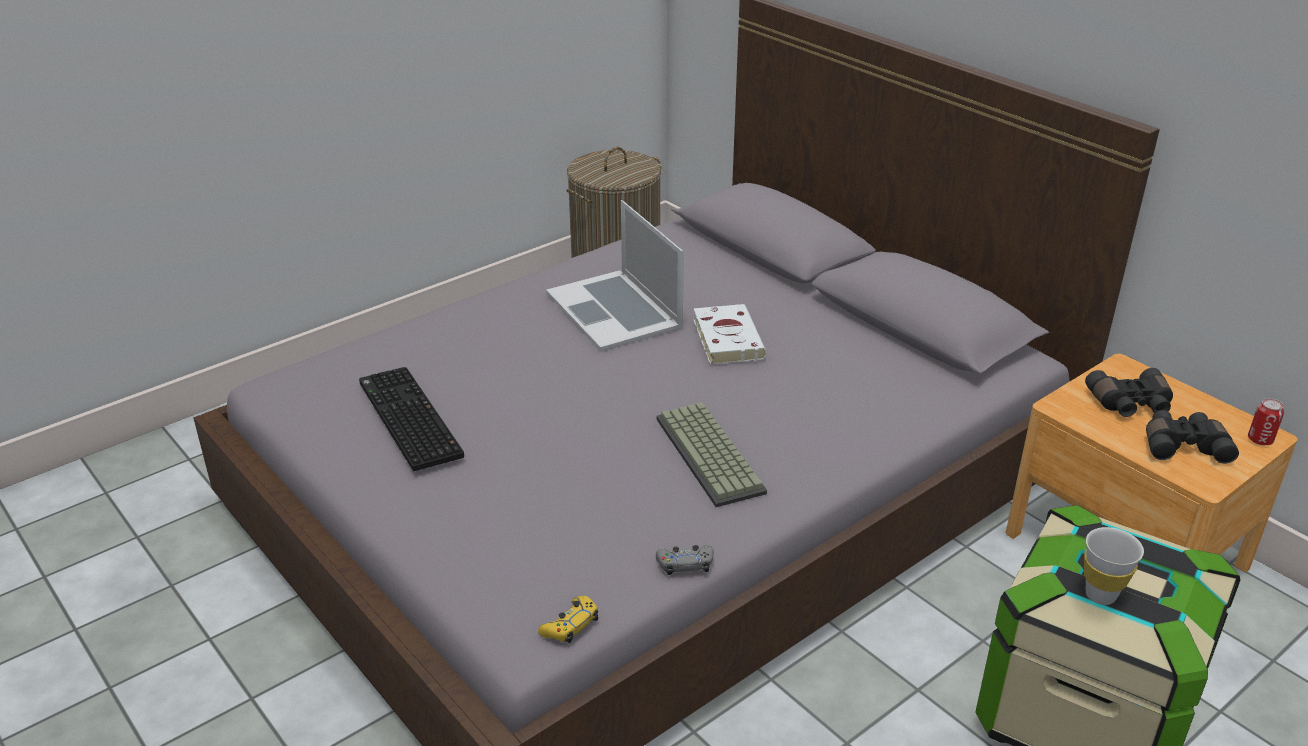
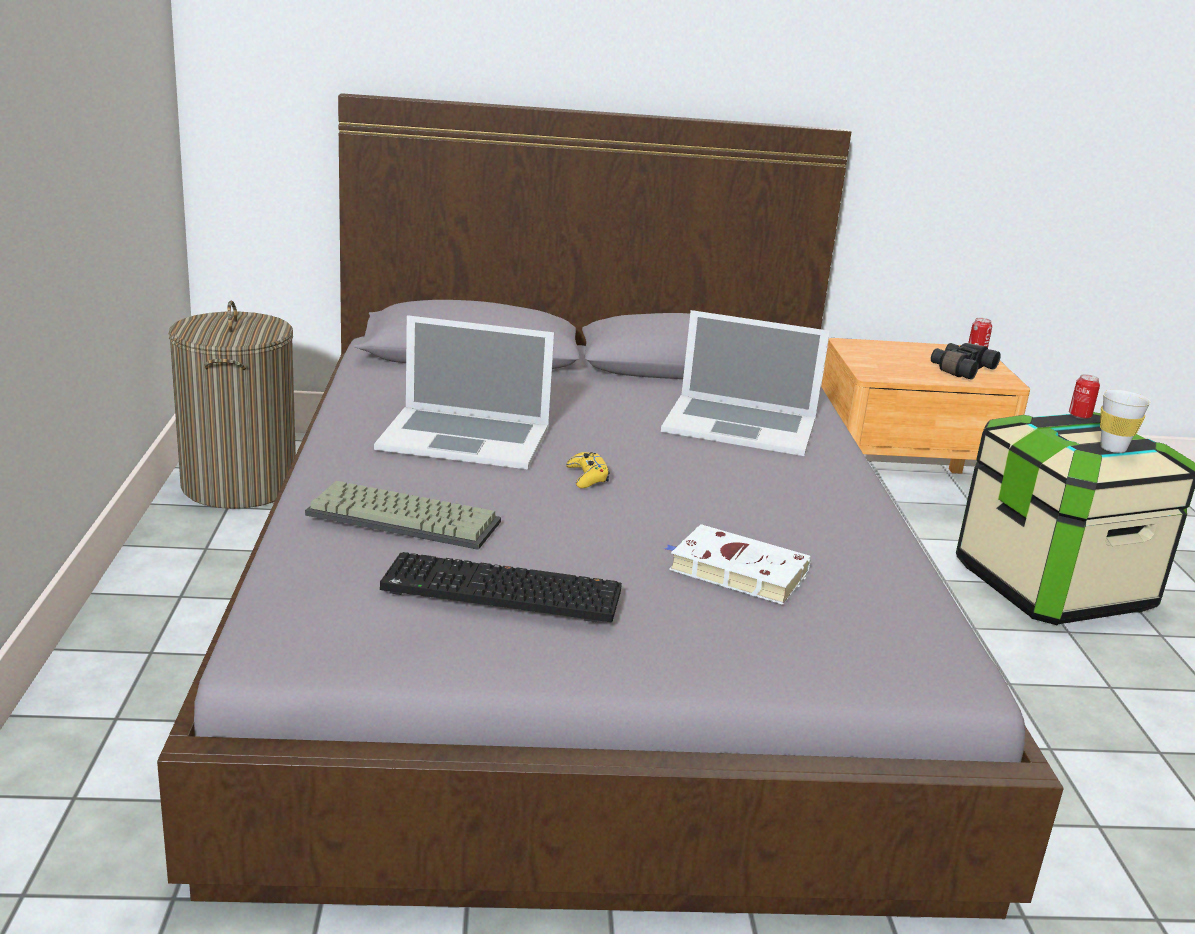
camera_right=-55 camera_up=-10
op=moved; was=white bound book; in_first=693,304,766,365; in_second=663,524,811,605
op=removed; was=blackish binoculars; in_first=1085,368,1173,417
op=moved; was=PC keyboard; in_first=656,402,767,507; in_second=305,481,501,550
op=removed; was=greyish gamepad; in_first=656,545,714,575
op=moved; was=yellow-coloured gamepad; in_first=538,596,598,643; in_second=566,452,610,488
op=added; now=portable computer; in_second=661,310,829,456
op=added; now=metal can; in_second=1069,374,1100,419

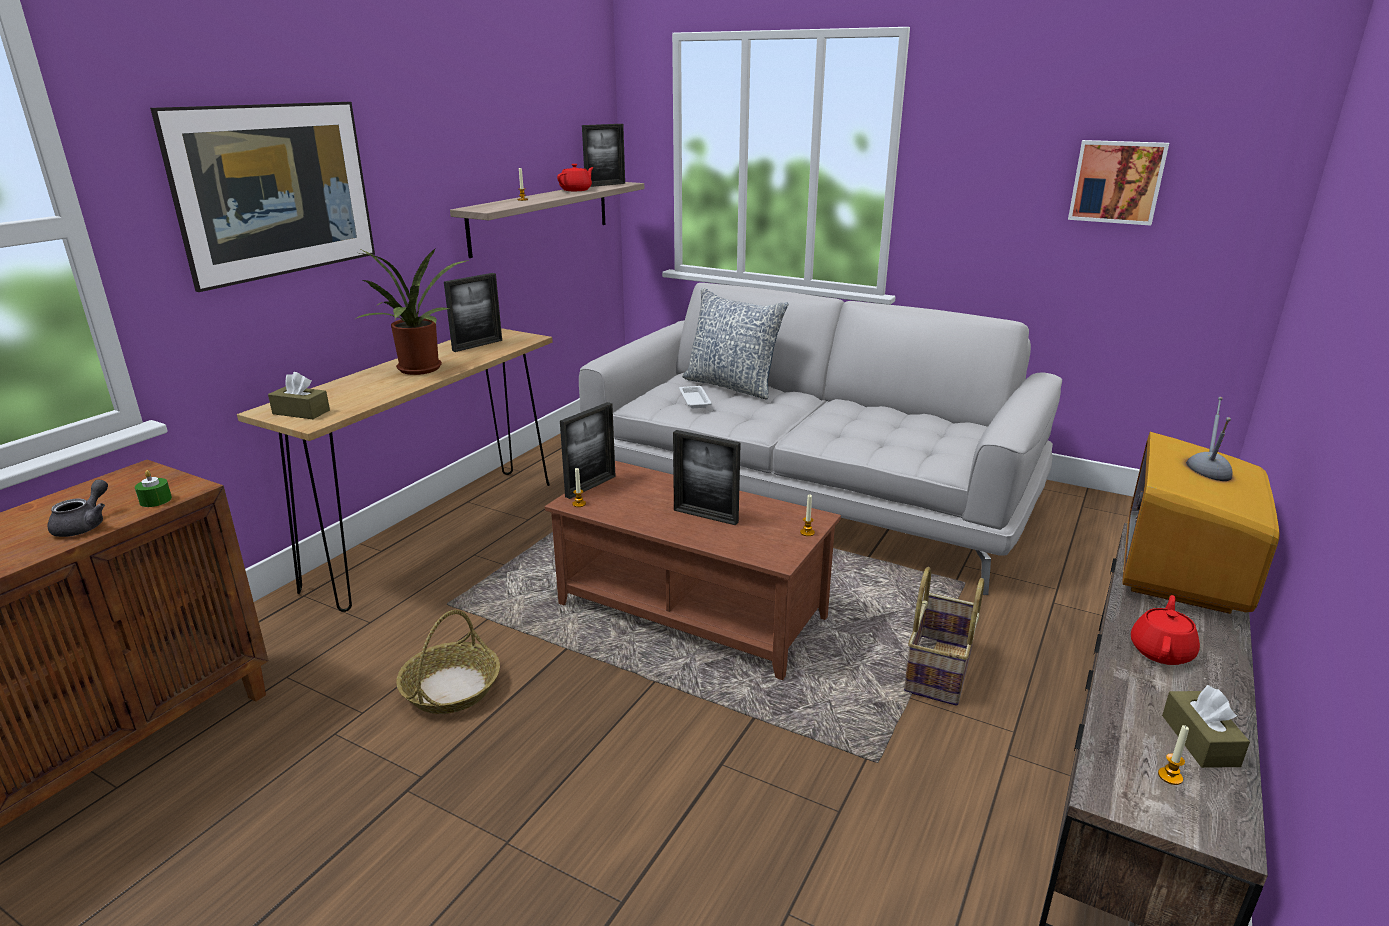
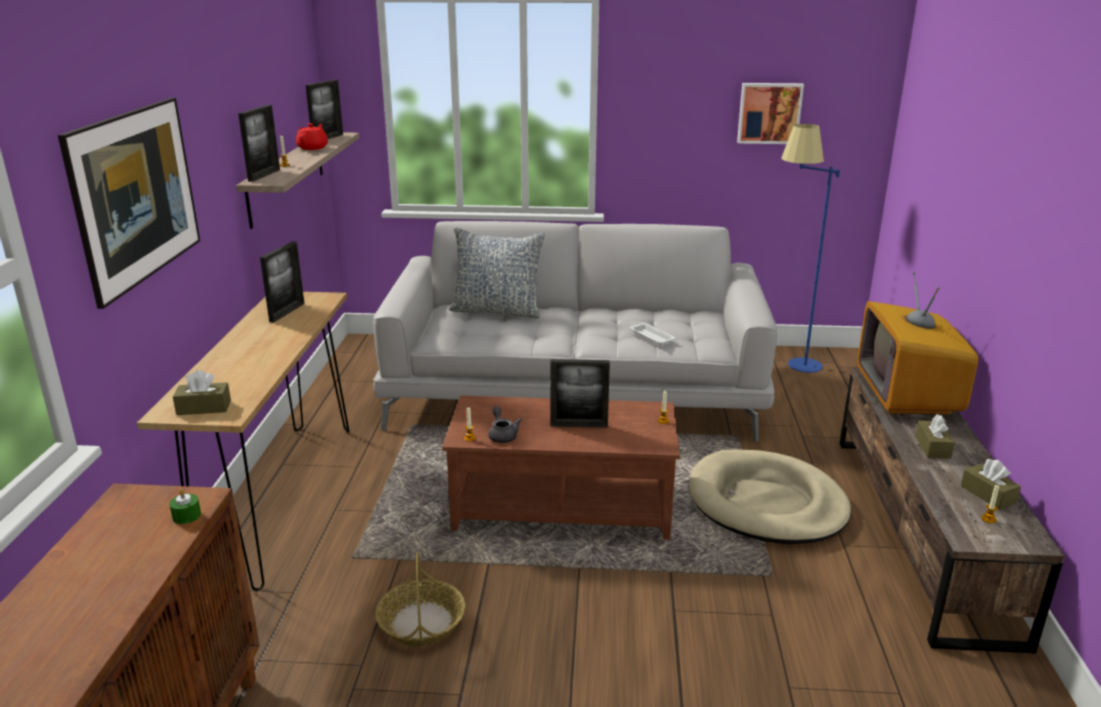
camera_right=-25 camera_up=0
op=removed; was=potted plant; in_first=355,248,469,375
op=moved; was=white tray; in_first=679,386,712,408; in_second=629,323,677,345
op=moved; was=picture frame; in_first=560,402,616,499; in_second=238,105,280,182
op=moved; was=greyish tea pot; in_first=48,480,108,537; in_second=488,406,522,443
op=replaced; was=storage basket; now=beige-coloured pet bed; in_first=904,567,984,706; in_second=689,449,851,544
op=replaced; was=red-coloured tea pot; now=brown-coloured tissue box; in_first=1131,595,1200,665; in_second=915,414,955,459
op=added; now=blue-coloured floor lamp; in_second=782,124,840,373

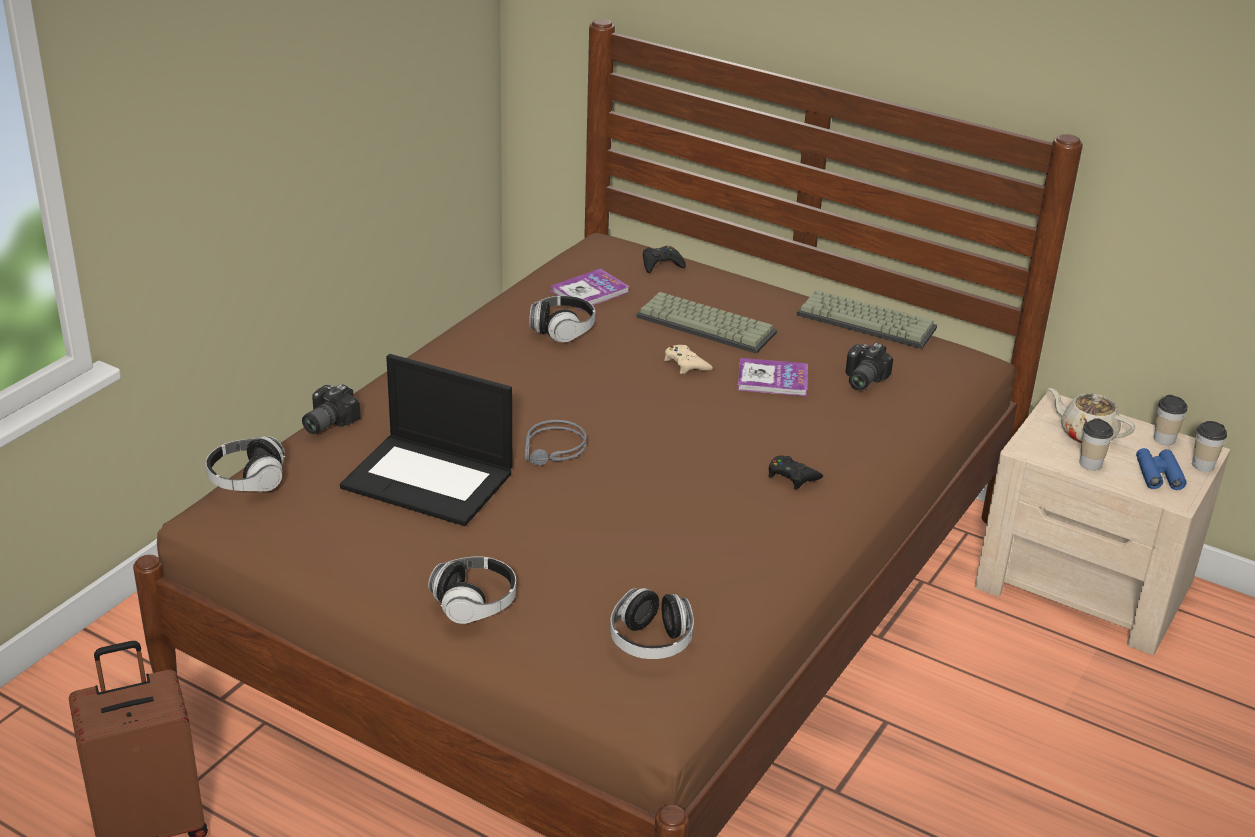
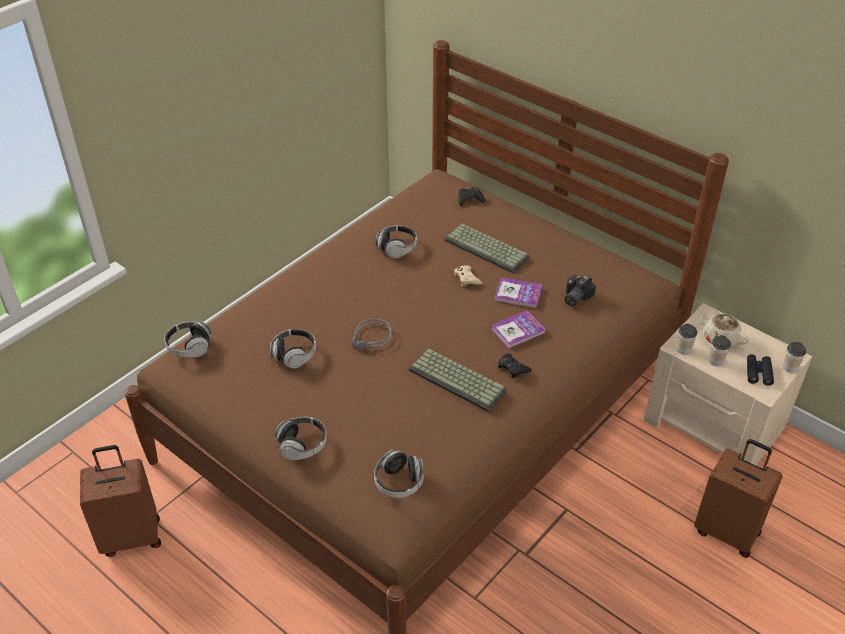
camera_right=10 camera_up=10
op=moved; was=bound book; in_first=551,268,630,310; in_second=490,310,546,349
op=moved; was=PC keyboard; in_first=797,290,937,349; in_second=409,349,507,412
op=replaced; was=portable computer; now=headphones; in_first=340,354,512,526; in_second=270,329,316,369
op=removed; was=photo camera; in_first=302,384,361,434
op=moved; was=cup; in_first=1153,395,1188,445; in_second=677,324,697,355
op=recoloured; was=blue-coloured binoculars; now=blackish binoculars; in_first=1136,448,1187,490; in_second=747,354,774,386
op=added; now=brown-coloured suitcase; in_second=694,439,783,558

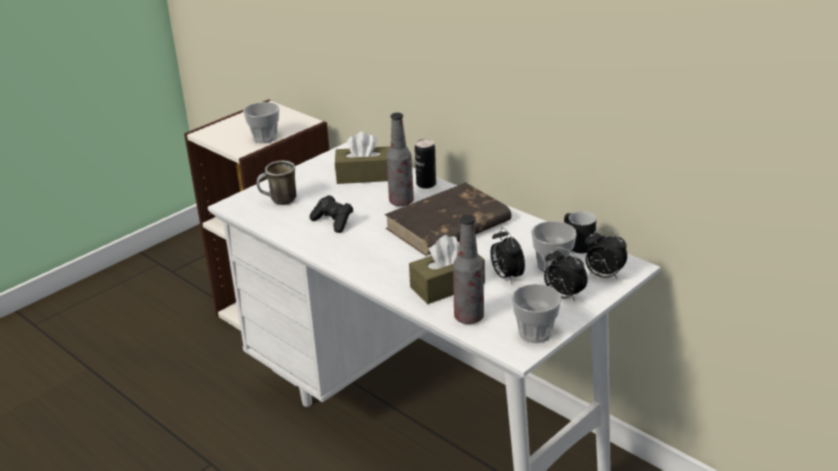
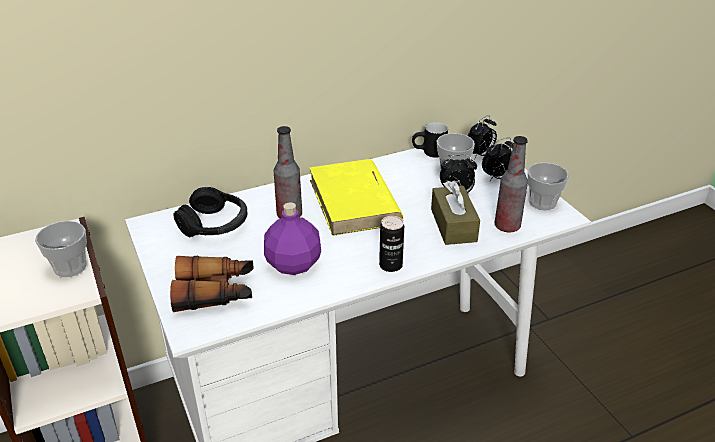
camera_right=-70 camera_up=5
op=replaced; was=brown-coloured tissue box; now=blackish headphones; in_first=335,132,390,184; in_second=173,187,248,237
op=moved; was=metal can; in_first=415,139,436,189; in_second=379,216,404,272
op=replaced; was=tea mug; now=binoculars; in_first=257,161,297,205; in_second=170,256,254,312
op=recoloured; was=brown-coloured bound book; now=yellow-coloured bound book; in_first=384,182,512,256; in_second=309,159,404,236
op=replaced; was=blackish gamepad; now=purplish bottle; in_first=310,195,353,233; in_second=264,202,321,275

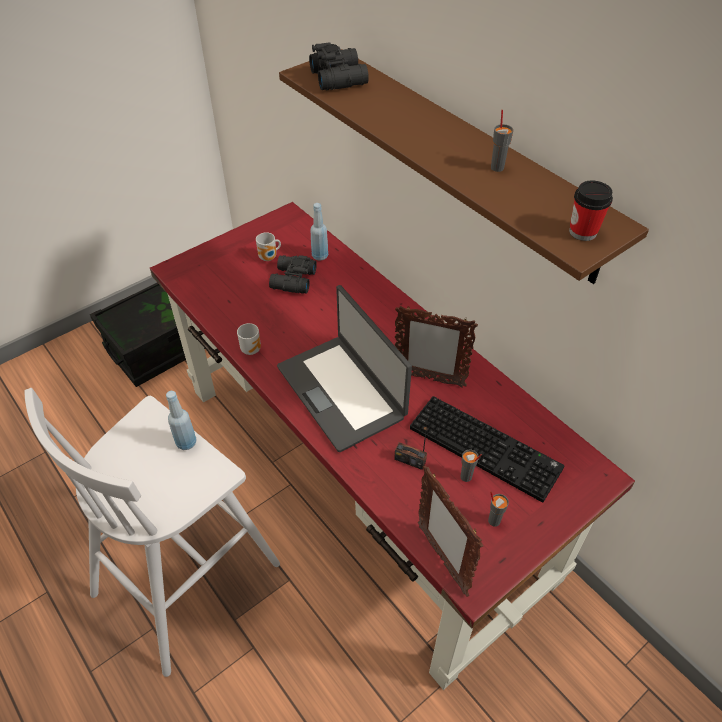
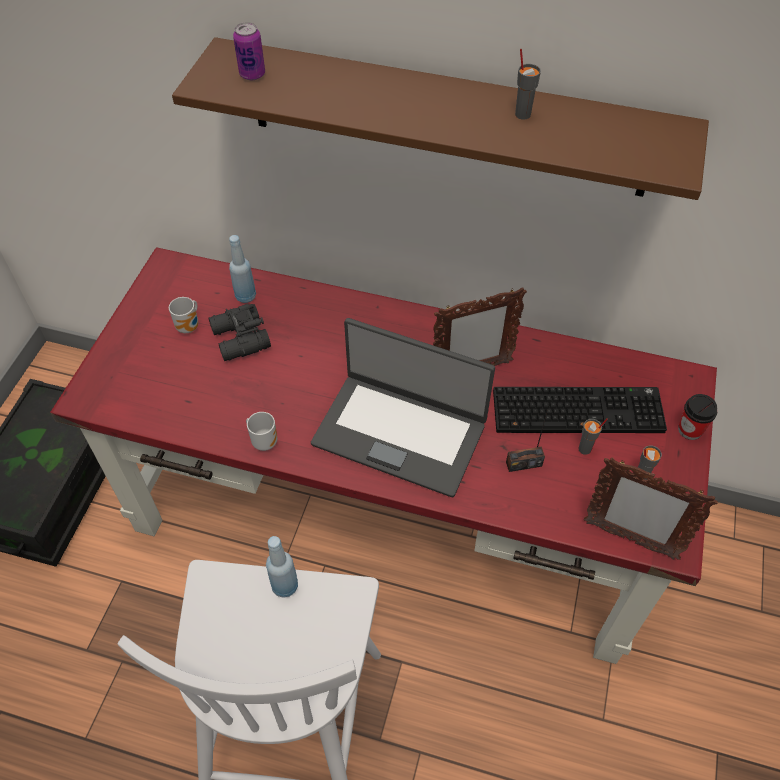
camera_right=-35 camera_up=5
op=replaced; was=blackish binoculars; now=metal can; in_first=309,42,369,90; in_second=233,22,265,80
op=moved; was=cup; in_first=569,180,613,241; in_second=678,394,717,440

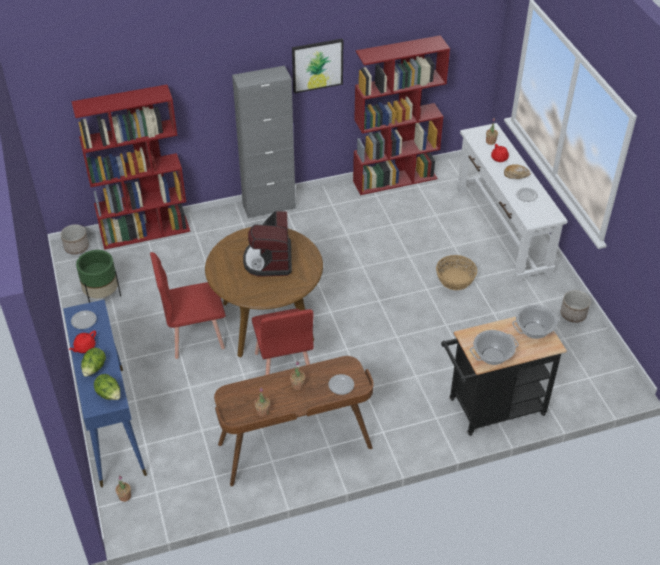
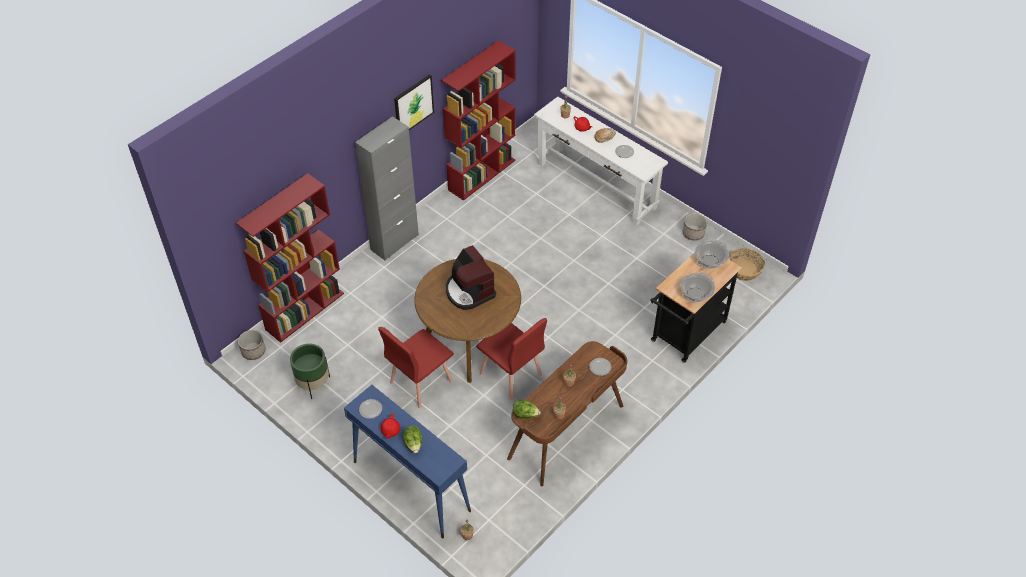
camera_right=-30 camera_up=5
op=moved; was=storage basket; in_first=436,255,477,290; in_second=728,248,765,281
op=moved; was=lettuce head; in_first=94,374,121,400; in_second=513,400,541,419

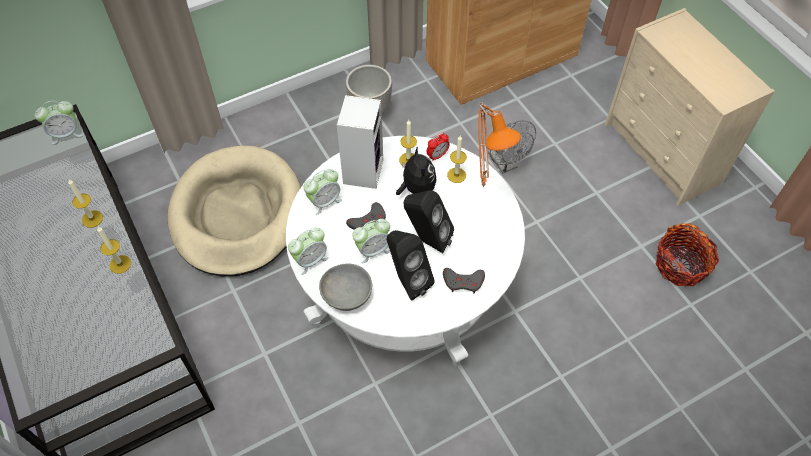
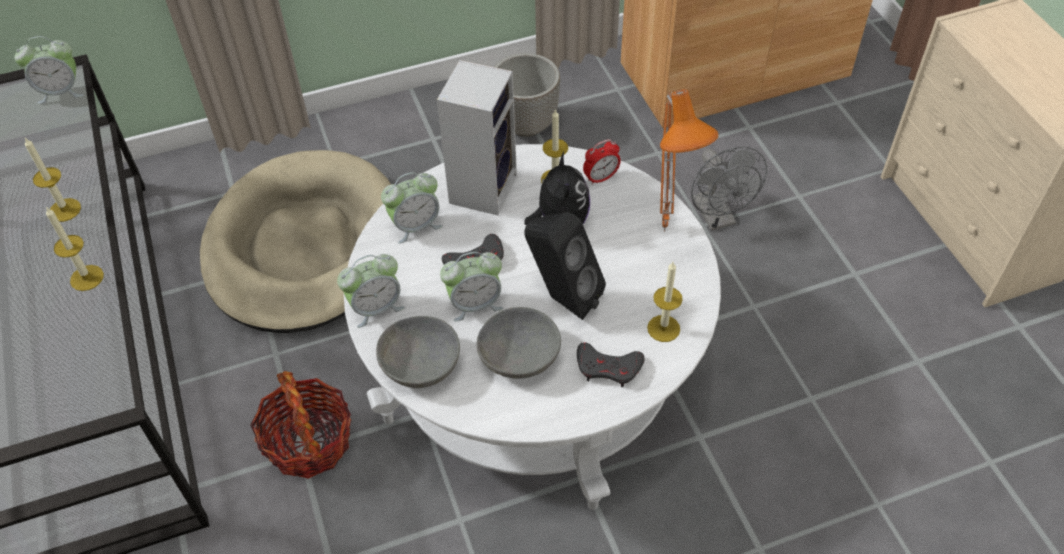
camera_right=10 camera_up=-5
op=moved; was=candle; in_first=447,136,467,183; in_second=647,262,683,342
op=moved; was=storage basket; in_first=656,223,719,286; in_second=250,371,351,479
op=replaced; was=blackish audio speaker; now=greyish bowl; in_first=387,230,435,301; in_second=477,307,561,379

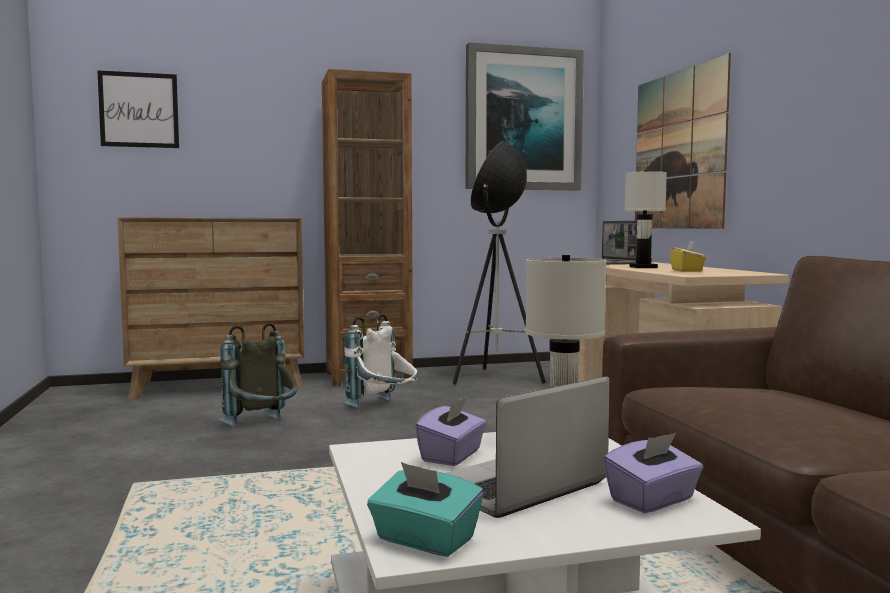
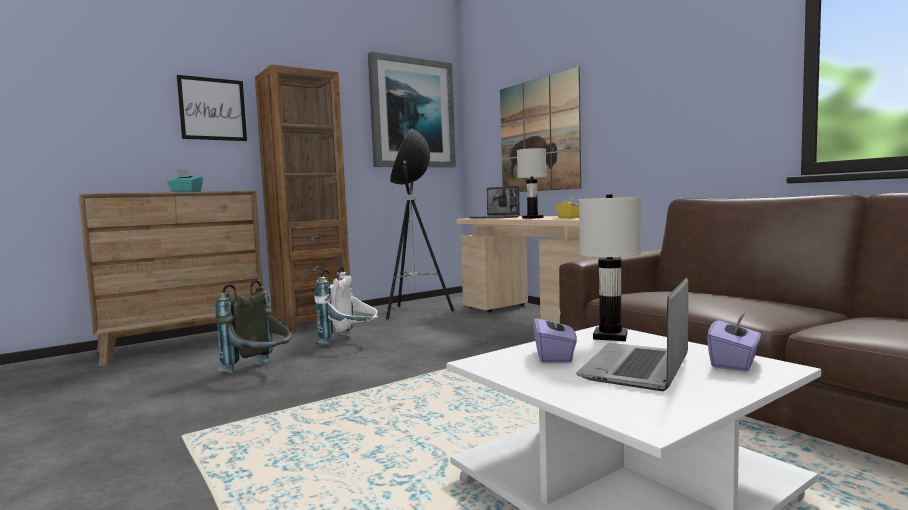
camera_right=-20 camera_up=0
op=moved; was=picture; in_first=97,70,179,148; in_second=177,75,247,141
op=moved; was=turquoise-coloured tissue box; in_first=367,462,484,557; in_second=167,169,203,192

